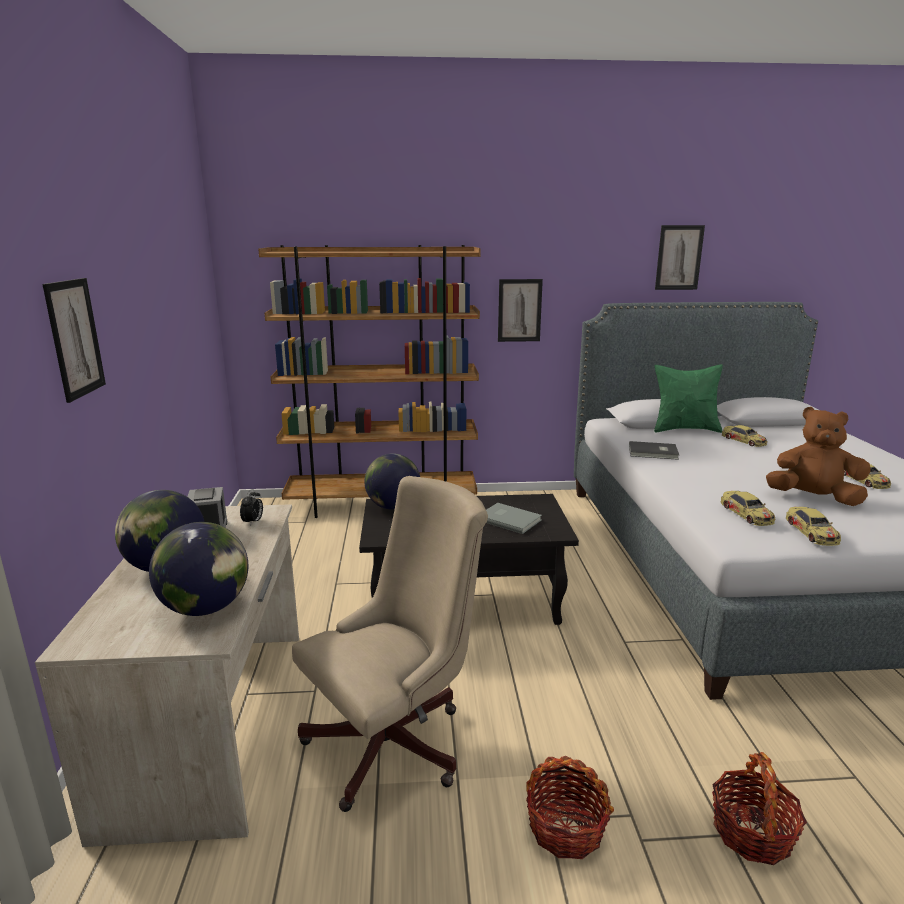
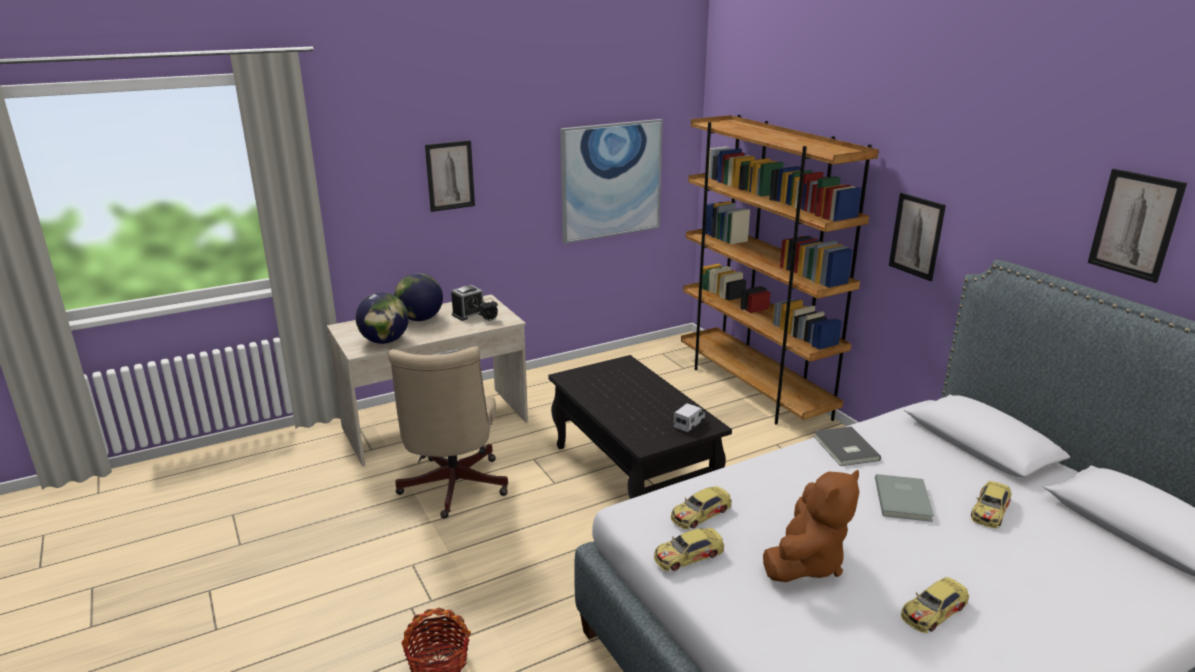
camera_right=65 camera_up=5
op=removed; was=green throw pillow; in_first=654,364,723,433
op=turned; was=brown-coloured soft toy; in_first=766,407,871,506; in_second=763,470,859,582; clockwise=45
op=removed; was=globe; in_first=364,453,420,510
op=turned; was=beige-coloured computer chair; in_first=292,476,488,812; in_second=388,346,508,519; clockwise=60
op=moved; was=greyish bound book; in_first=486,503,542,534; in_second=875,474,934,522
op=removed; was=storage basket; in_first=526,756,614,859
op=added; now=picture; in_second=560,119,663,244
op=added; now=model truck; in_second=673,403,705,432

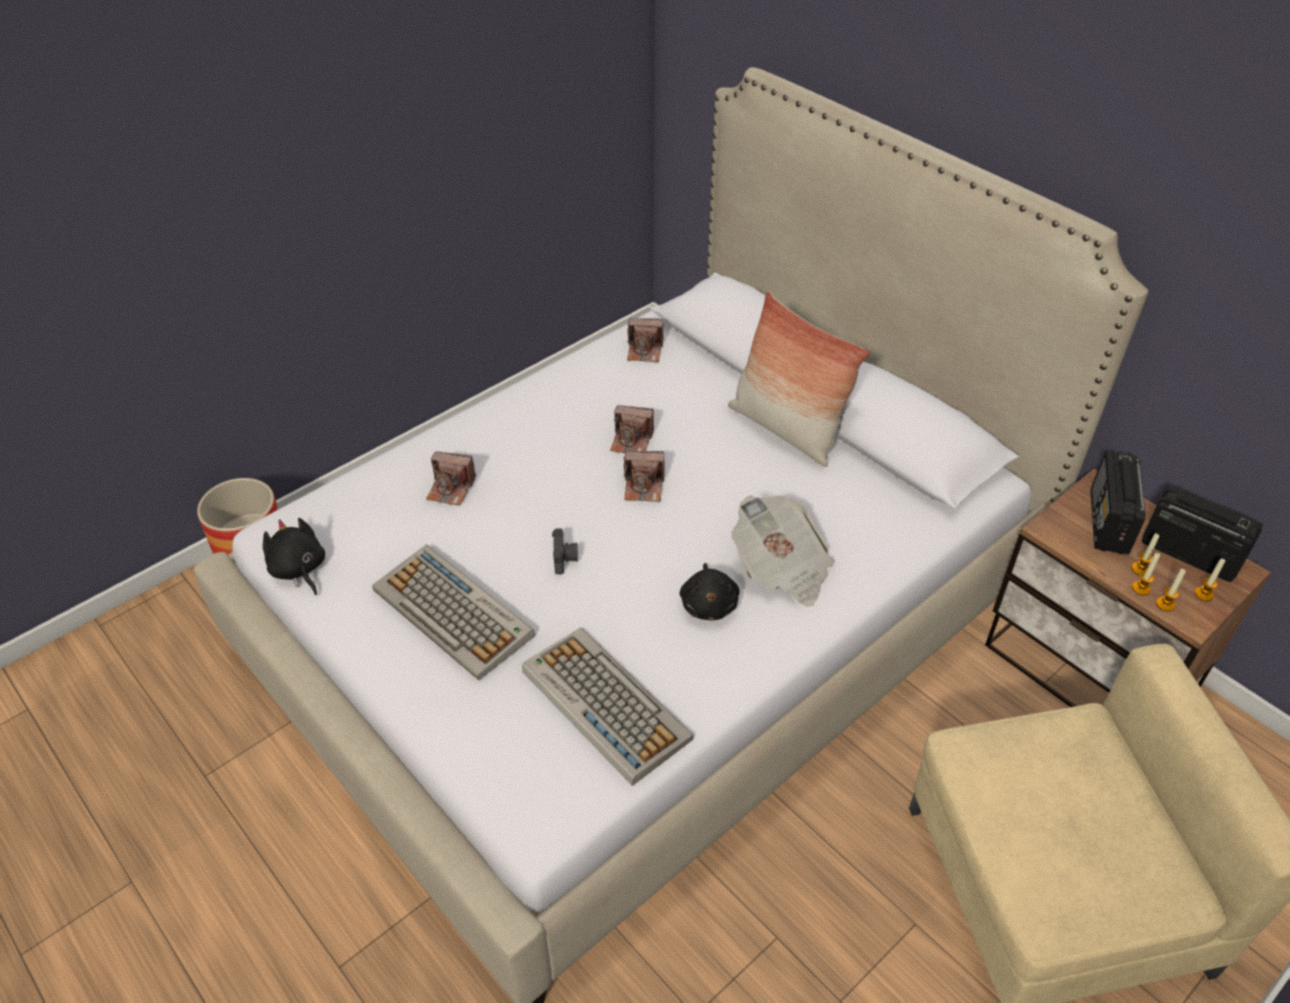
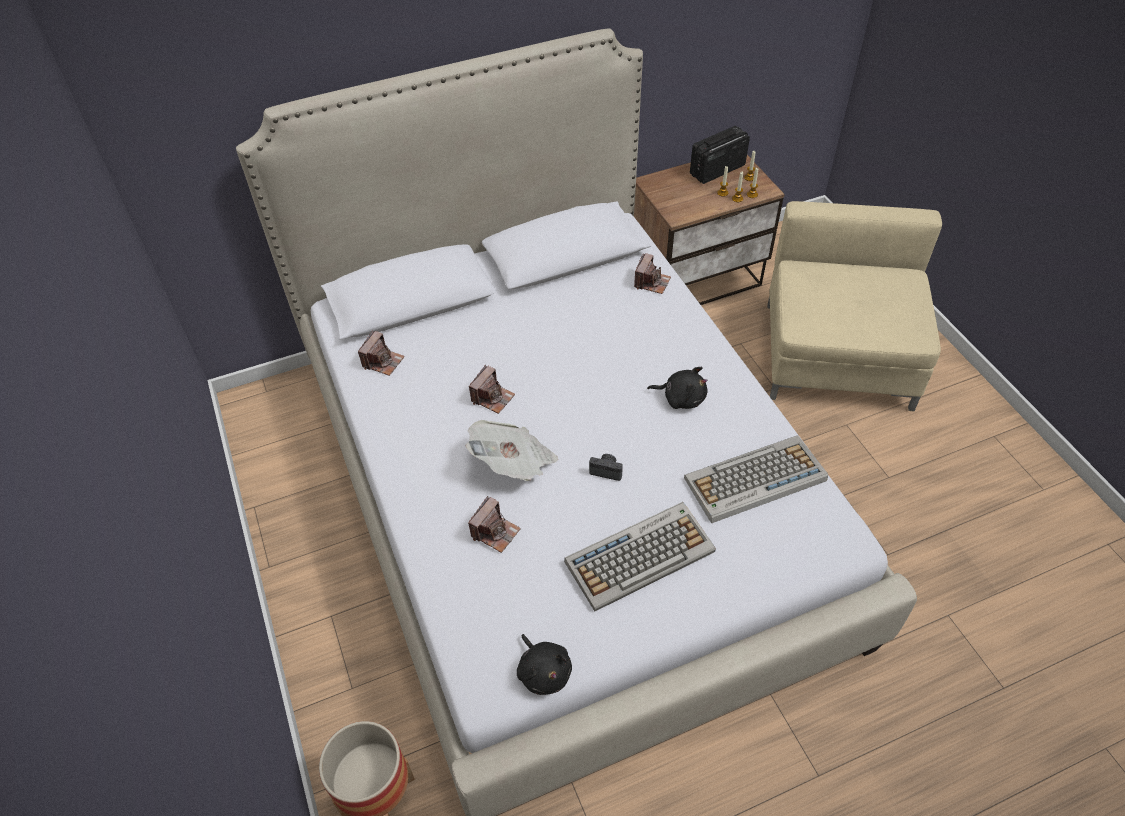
camera_right=-70 camera_up=5
op=removed; was=throw pillow; in_first=728,291,870,467
op=moved; was=photo camera; in_first=624,451,665,502; in_second=634,253,671,294
op=removed; was=radio set; in_first=1091,451,1146,554
op=moved; was=daily paper; in_first=731,495,834,607; in_second=465,420,558,481
op=turned; was=blackish soft toy; in_first=263,518,325,595; in_second=517,634,572,695; clockwise=-105

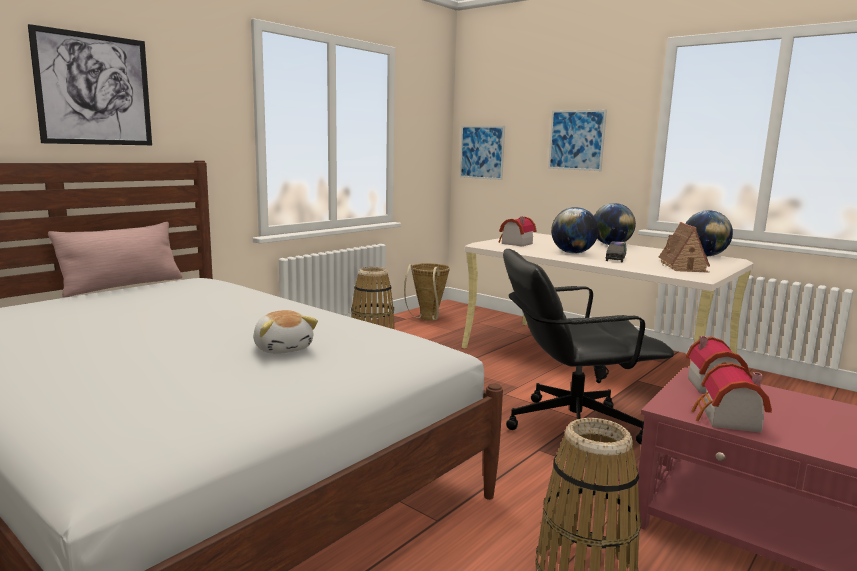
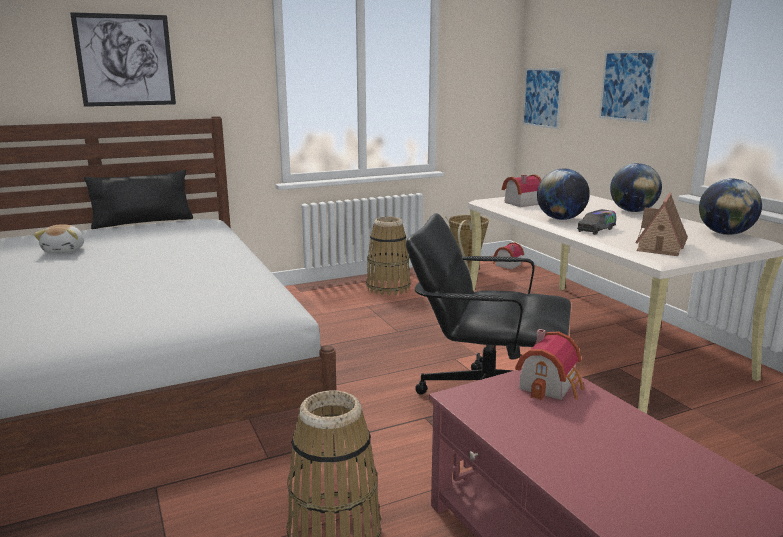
camera_right=25 camera_up=5
op=recoloured; was=pinkish throw pillow; now=blackish throw pillow; in_first=48,222,182,298; in_second=84,170,193,229
op=moved; was=soft toy; in_first=253,310,318,354; in_second=34,224,84,253
op=moved; was=miniature house; in_first=692,363,772,433; in_second=493,242,524,269

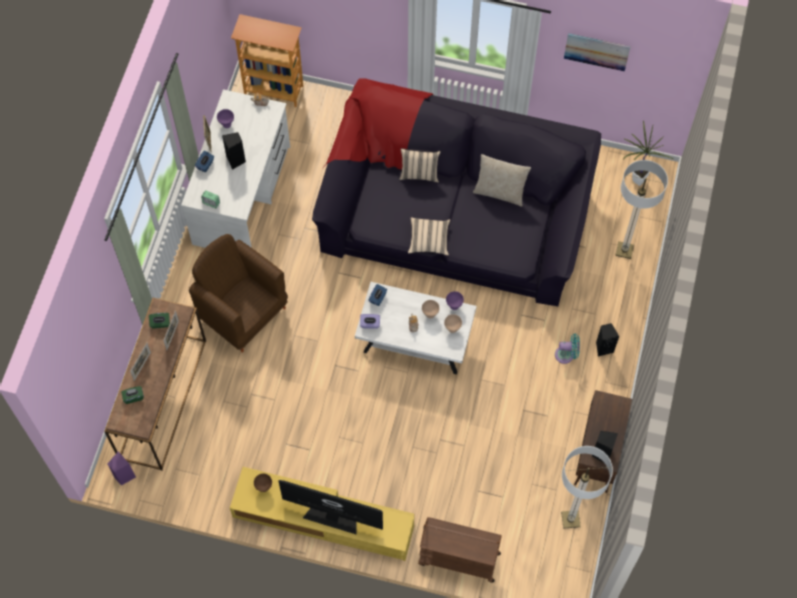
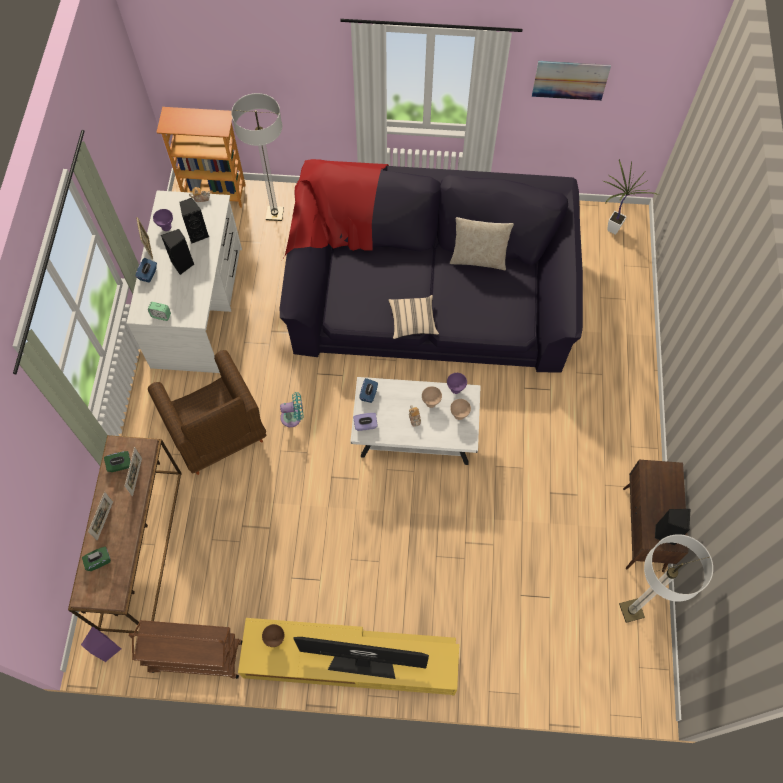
camera_right=-10 camera_up=0
op=removed; was=beige-coloured throw pillow; in_first=399,148,441,183
op=moved; was=floor lamp; in_first=615,160,668,259; in_second=231,93,284,221
op=turned; was=brown-coloured armchair; in_first=189,234,288,353; in_second=148,350,267,475; clockwise=-150
op=moved; was=blackish audio speaker; in_first=596,323,619,356; in_second=180,198,209,244
op=moved; was=turquoise-coloured fan; in_first=555,333,580,364; in_second=280,392,303,427
op=moved; was=brown-coloured trolley; in_first=418,517,502,583; in_second=129,620,242,679

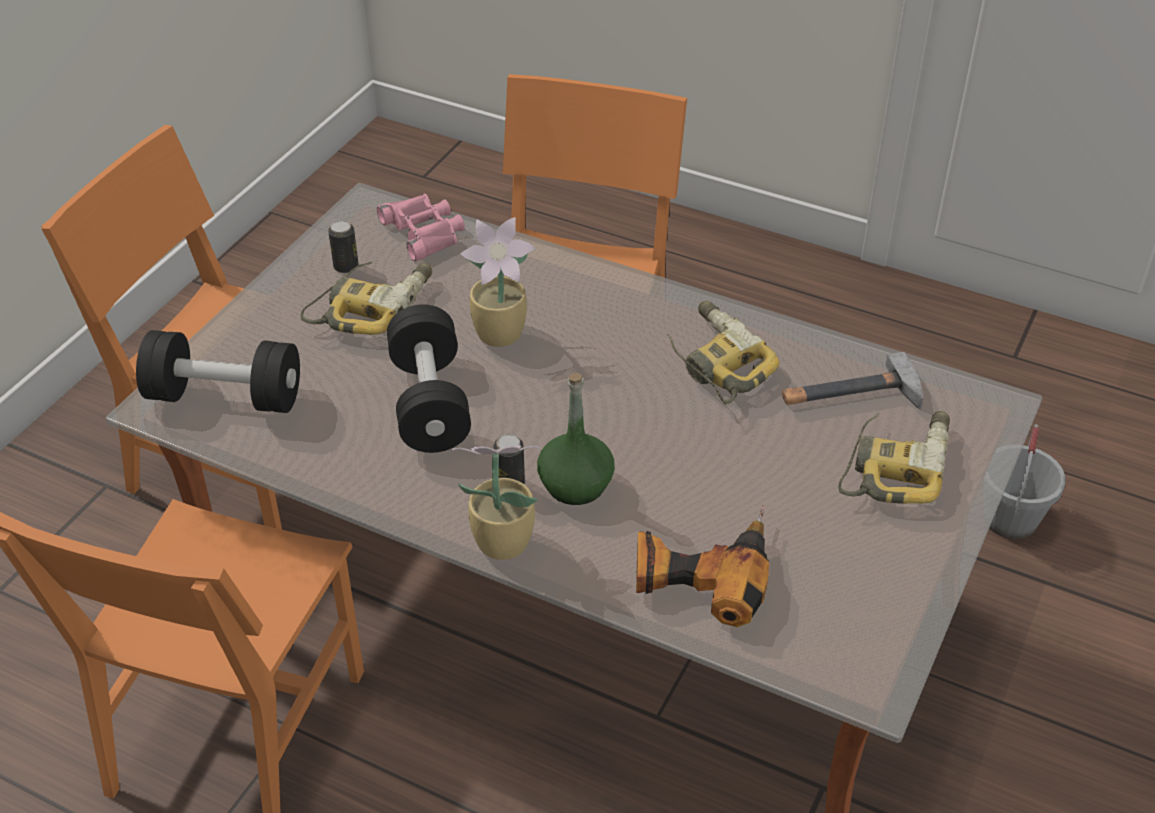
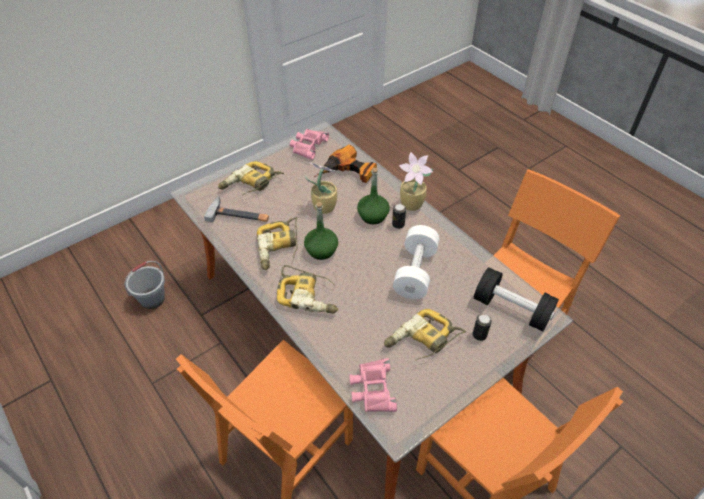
camera_right=-155 camera_up=5
op=moved; was=potted plant; in_first=460,217,536,347; in_second=305,162,340,214
op=moved; was=metal can; in_first=328,220,359,273; in_second=473,314,492,341
op=recoloured; was=blackish dumbbell; now=white dumbbell; in_first=387,304,471,453; in_second=393,225,440,299
op=added; now=pinkish binoculars; in_second=290,129,329,160
op=added; now=green bottle; in_second=304,202,338,260
op=added; now=power drill; in_second=277,265,338,314

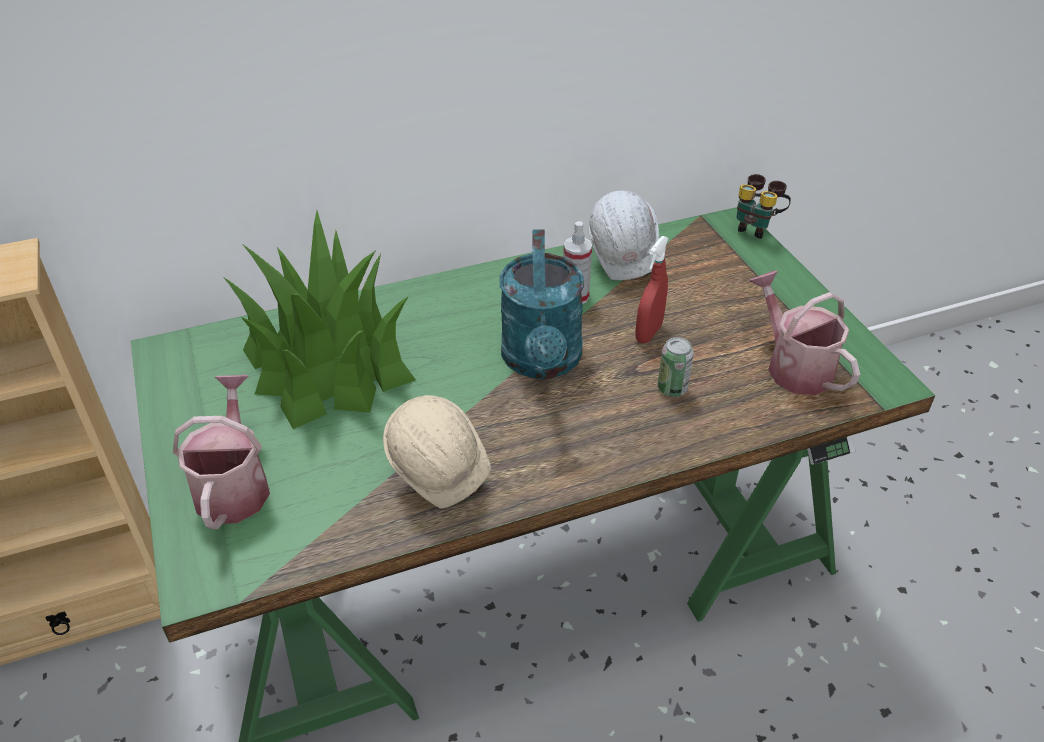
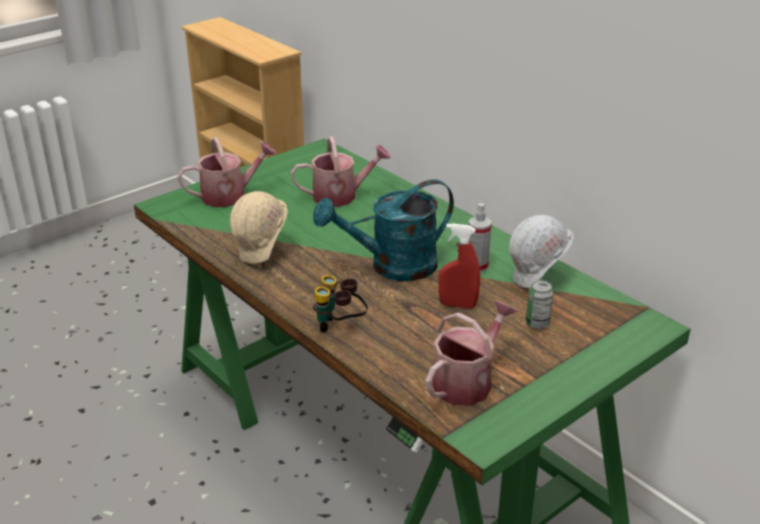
camera_right=70 camera_up=-10
op=moved; was=binoculars; in_first=736,174,791,239; in_second=313,275,368,333
op=replaced; was=potted plant; now=sprinkling can; in_first=223,211,416,429; in_second=291,136,391,207
op=moved; was=metal can; in_first=658,337,694,397; in_second=525,280,554,329

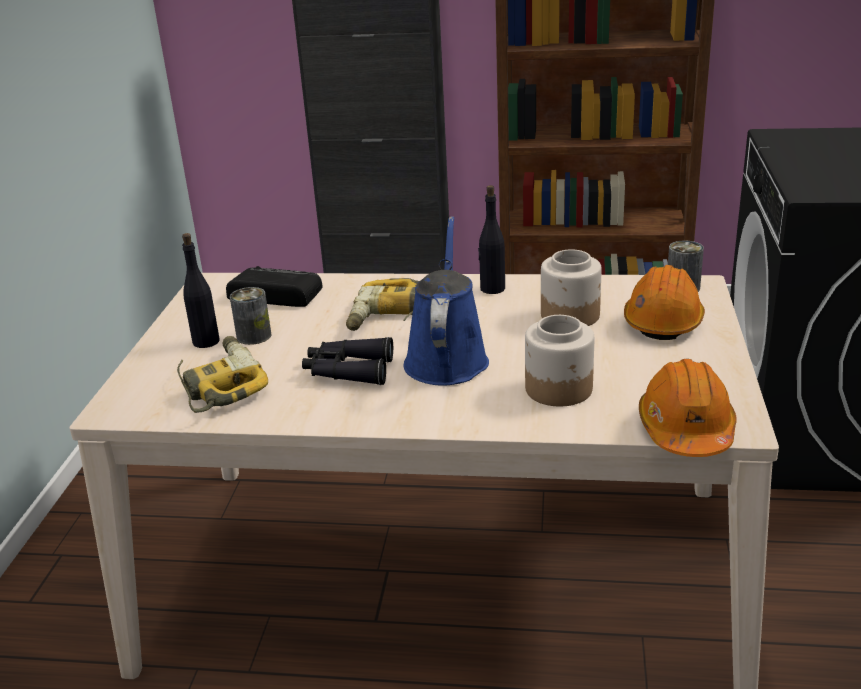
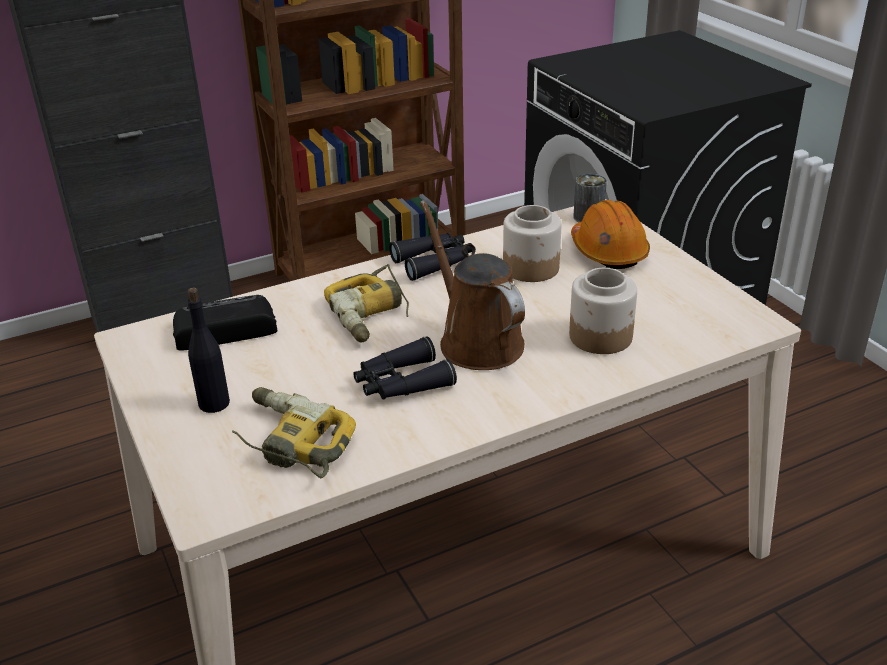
camera_right=-35 camera_up=5
op=replaced; was=blackish bottle; now=blackish binoculars; in_first=478,185,505,294; in_second=389,233,472,281
op=recoloured; was=blue-coloured sprinkling can; now=brown-coloured sprinkling can; in_first=404,216,489,386; in_second=420,200,525,370
op=removed; was=metal can; in_first=230,287,271,345
op=removed; was=orangey hard hat; in_first=639,359,737,457

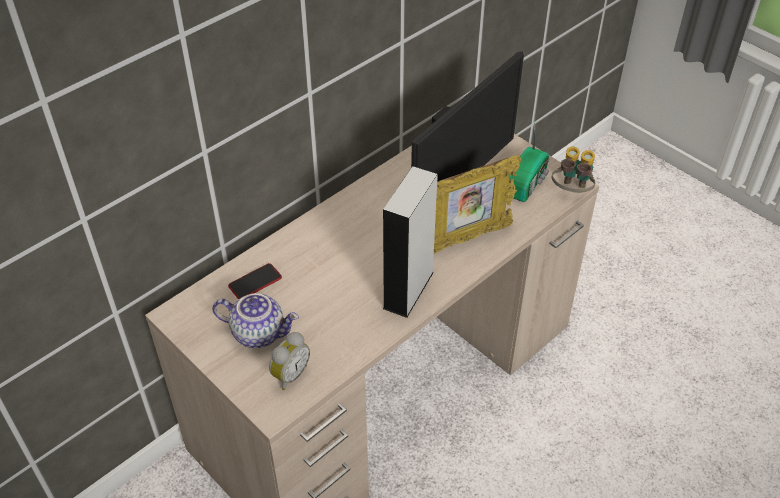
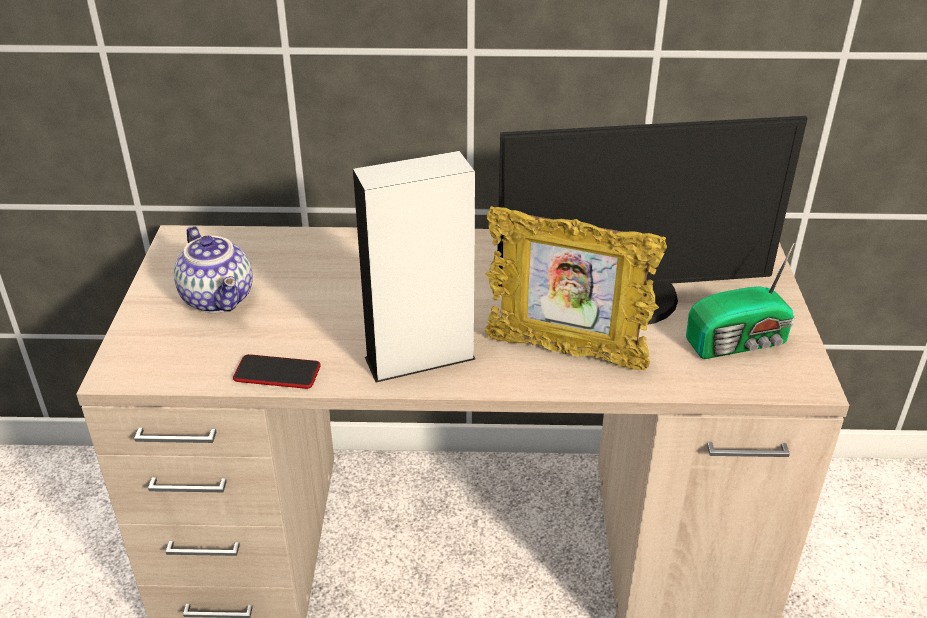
camera_right=45 camera_up=-10
op=removed; was=binoculars; in_first=552,147,596,193
op=moved; was=phone; in_first=228,263,282,299; in_second=233,354,321,389
op=removed; was=table clock; in_first=269,332,310,390

